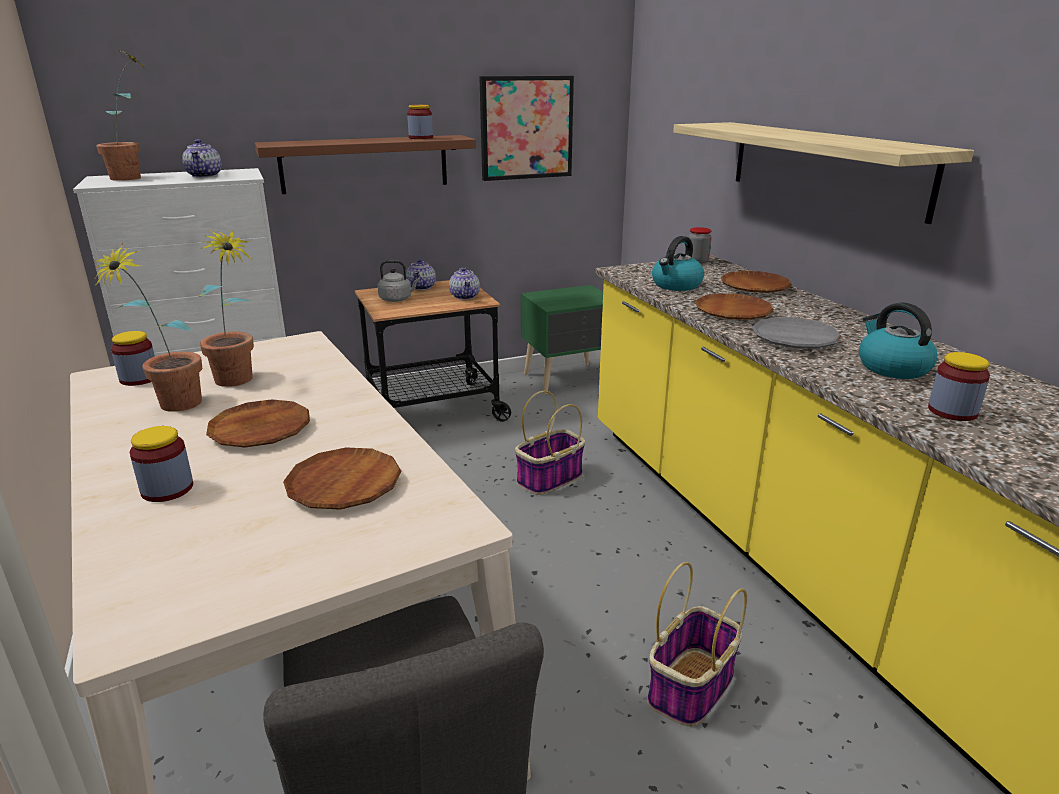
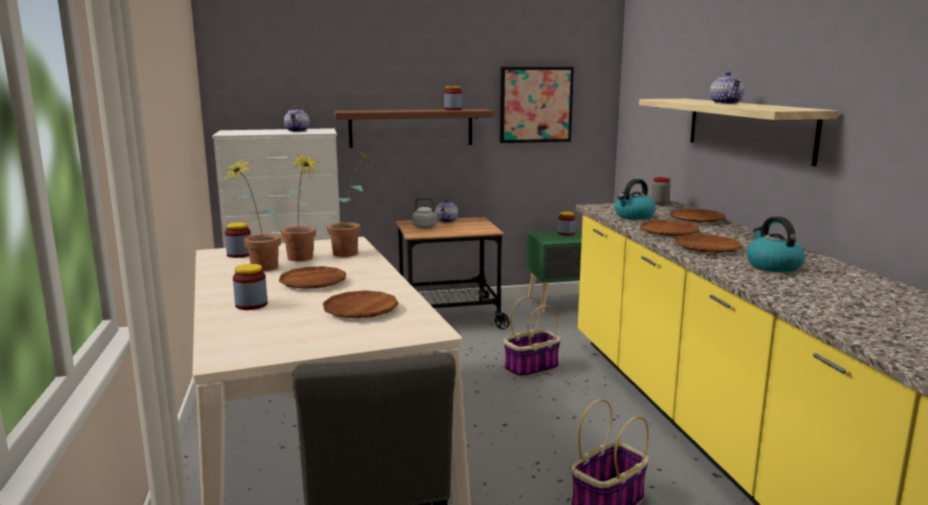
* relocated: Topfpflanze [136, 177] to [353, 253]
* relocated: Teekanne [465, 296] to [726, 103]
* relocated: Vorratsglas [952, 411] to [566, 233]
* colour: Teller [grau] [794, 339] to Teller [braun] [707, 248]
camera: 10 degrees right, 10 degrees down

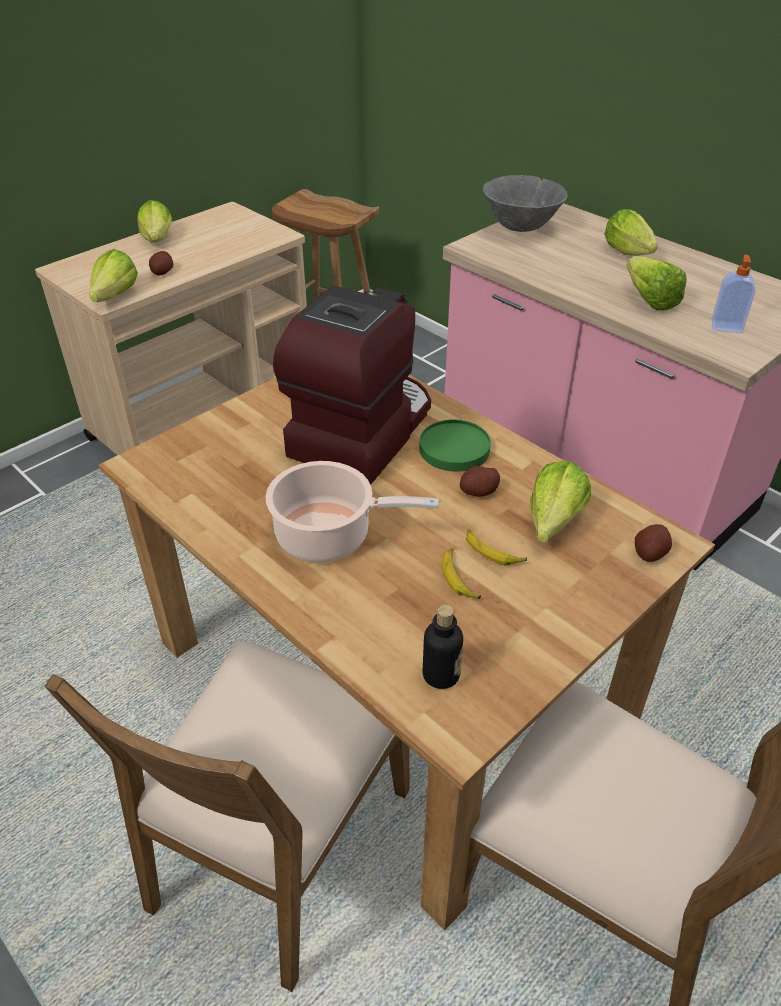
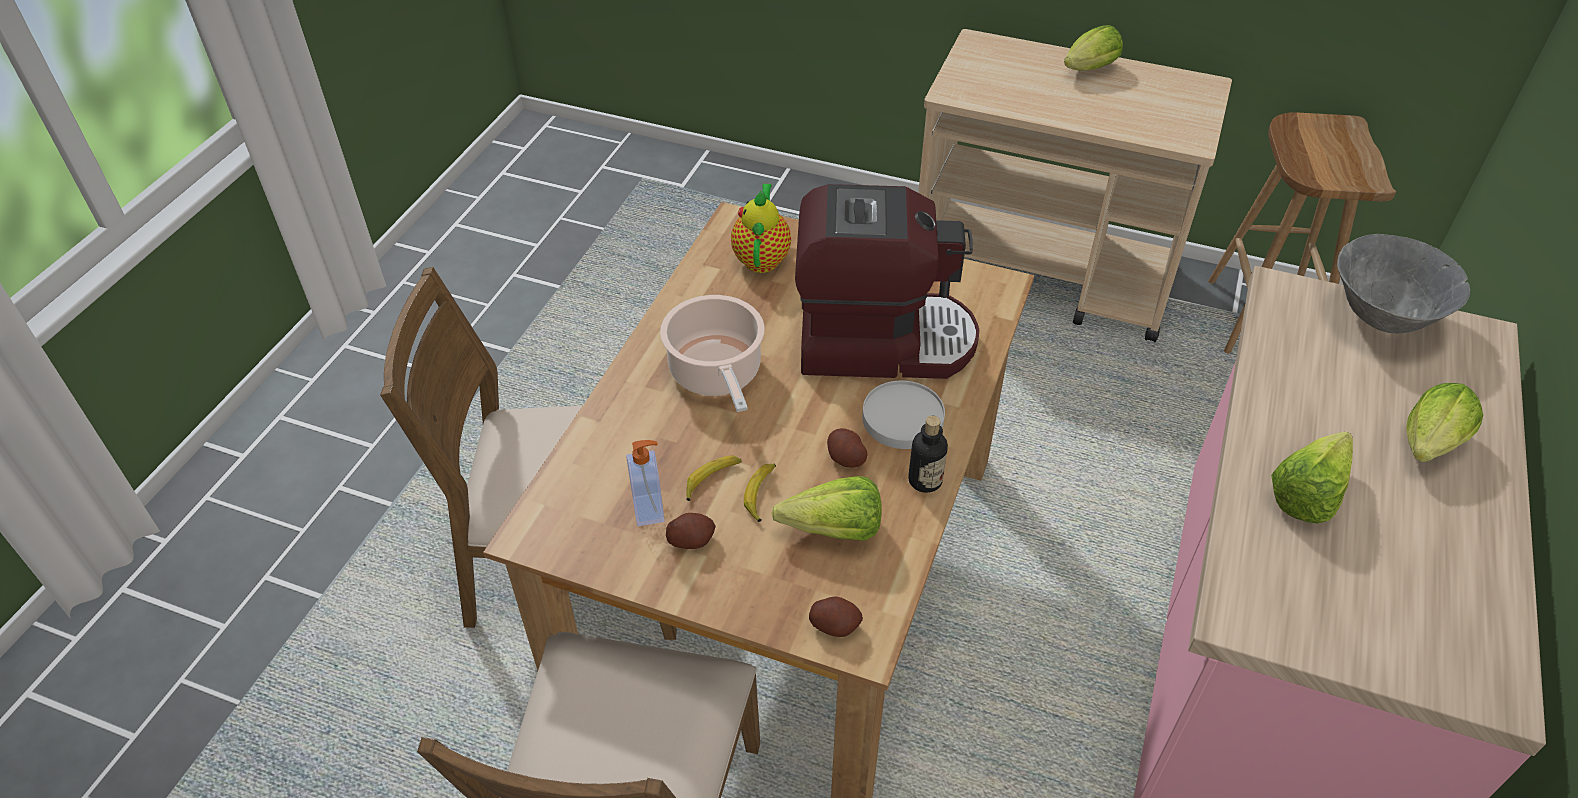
* missing: Salatkopf [111, 299]
* appeared: Teekanne [762, 257]
* relocated: Kartoffel [162, 272] to [691, 540]
* relocated: Flasche [441, 675] to [925, 480]
* relocated: Seifenspender [726, 326] to [650, 509]
* colour: Teller [grün] [454, 449] to Teller [weiß] [903, 418]
camera: 65 degrees right, 5 degrees up

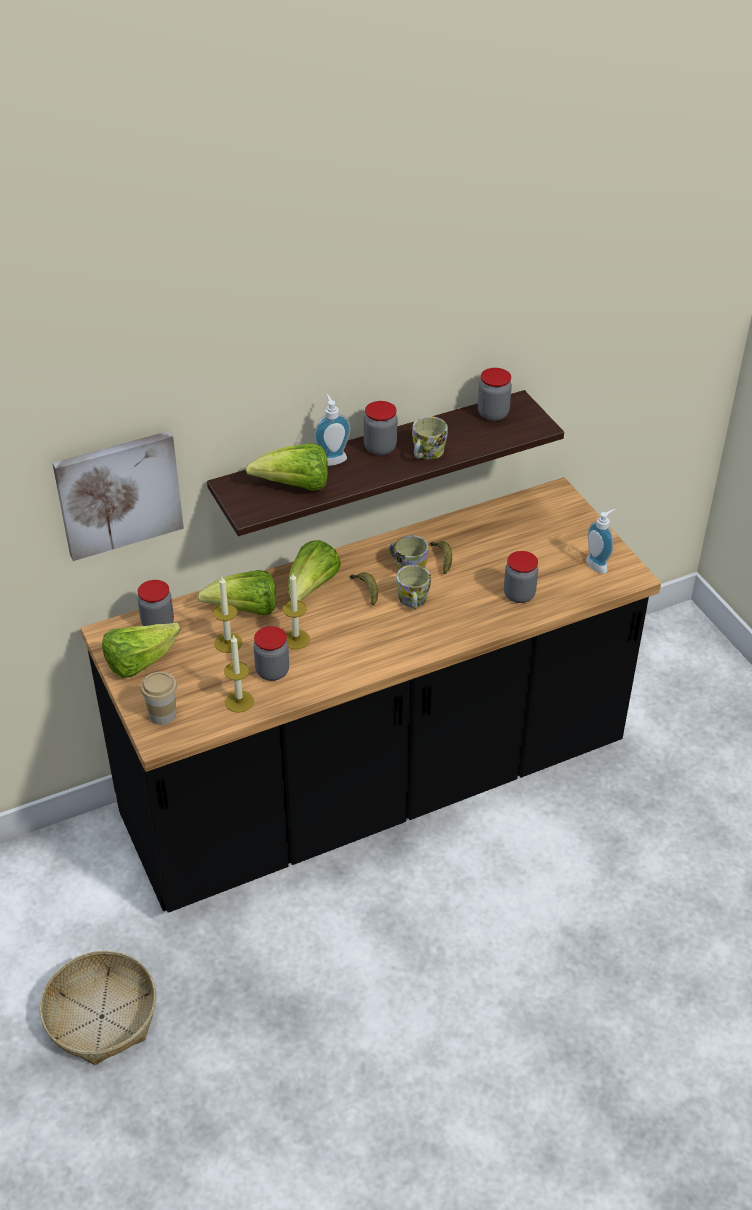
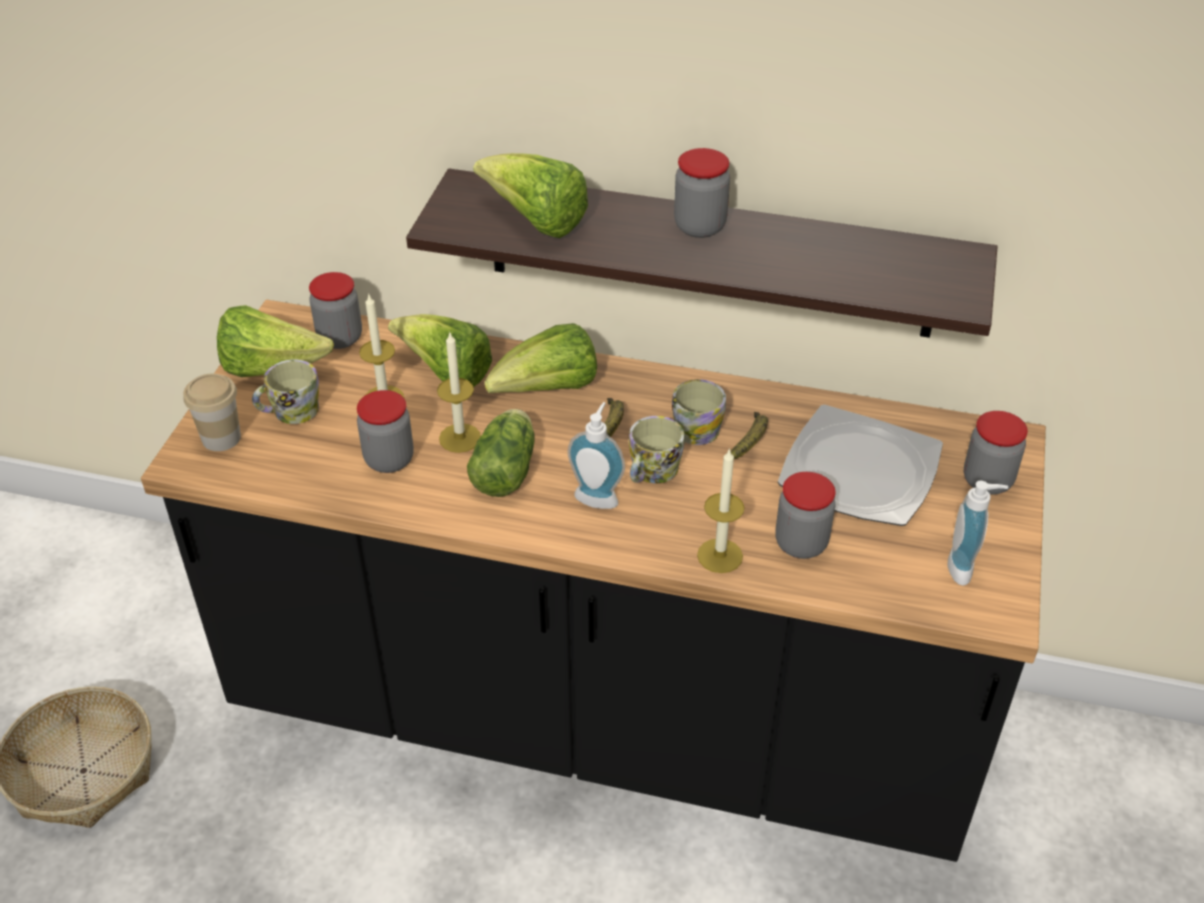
* missing: Bild [118, 493]
* appeared: Salatkopf [506, 468]
* appeared: Teller [861, 471]
* relocated: Kerze [239, 701] to [720, 555]
* relocated: Seifenspender [331, 458] to [598, 496]
* relocated: Henkelbecher [426, 453] to [289, 412]
* relocated: Vorratsglas [493, 414] to [987, 481]
camera: 40 degrees right, 0 degrees up

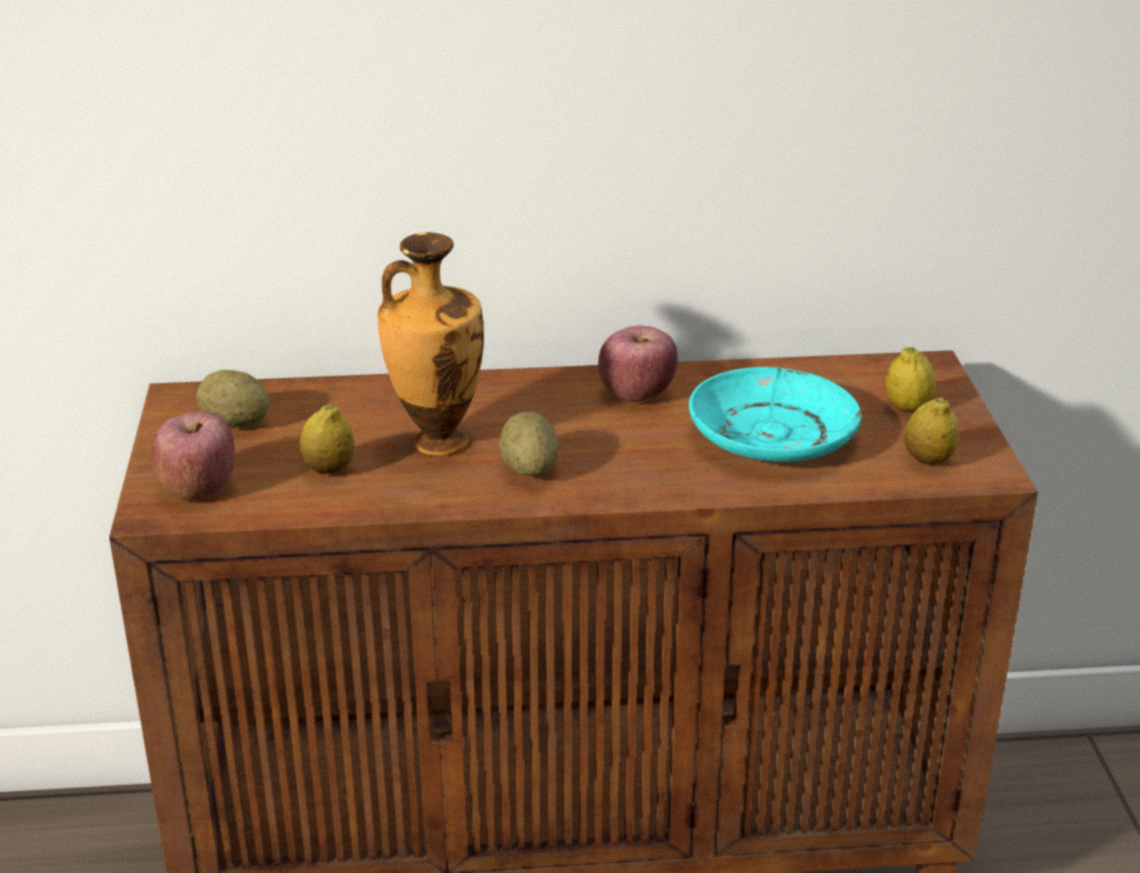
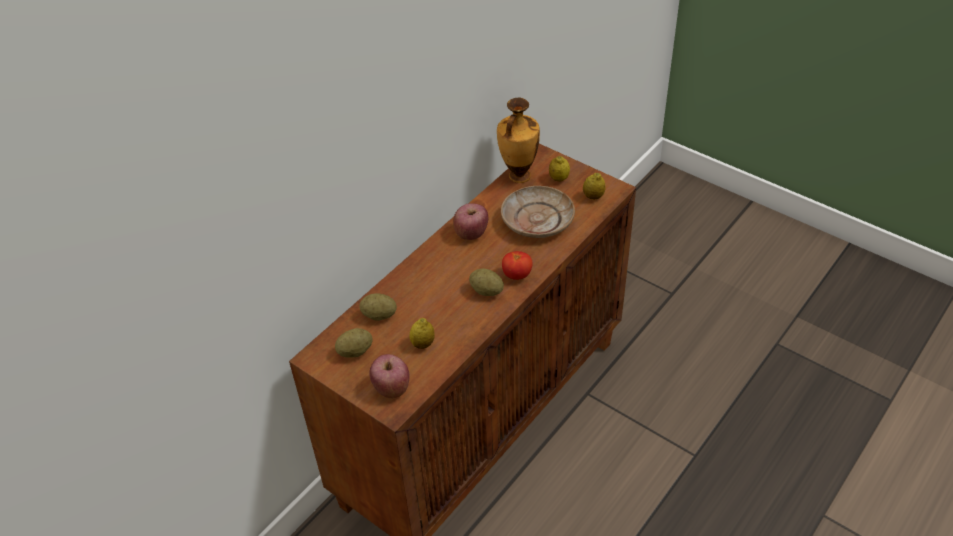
* appeared: Kartoffel [379, 315]
* appeared: Tomate [517, 275]
* relocated: Vase [436, 441] to [518, 176]
* colour: Teller [türkis] [771, 435] to Teller [beige] [537, 220]
camera: 45 degrees left, 15 degrees up

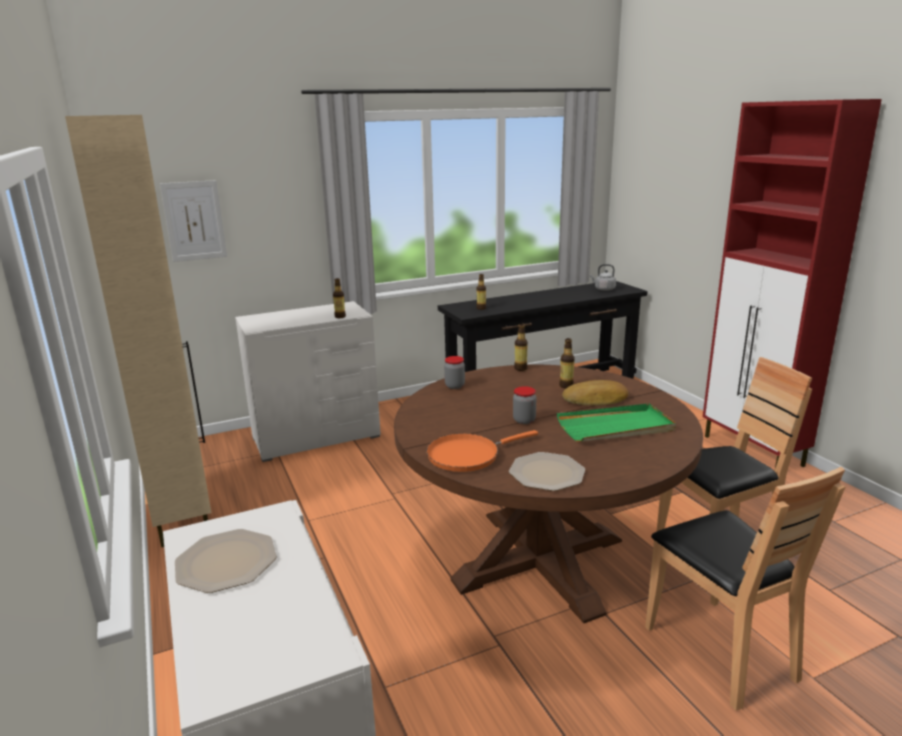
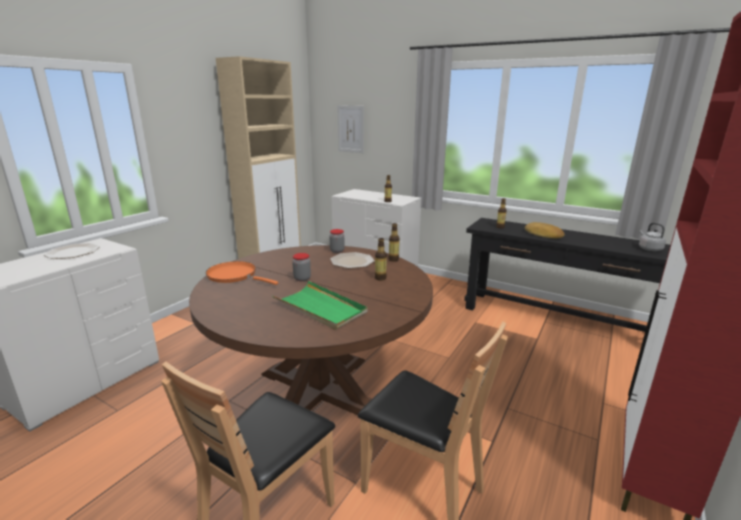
* relocated: Teller [547, 473] to [352, 261]
* relocated: Brot [596, 399] to [543, 234]
camera: 55 degrees right, 0 degrees up

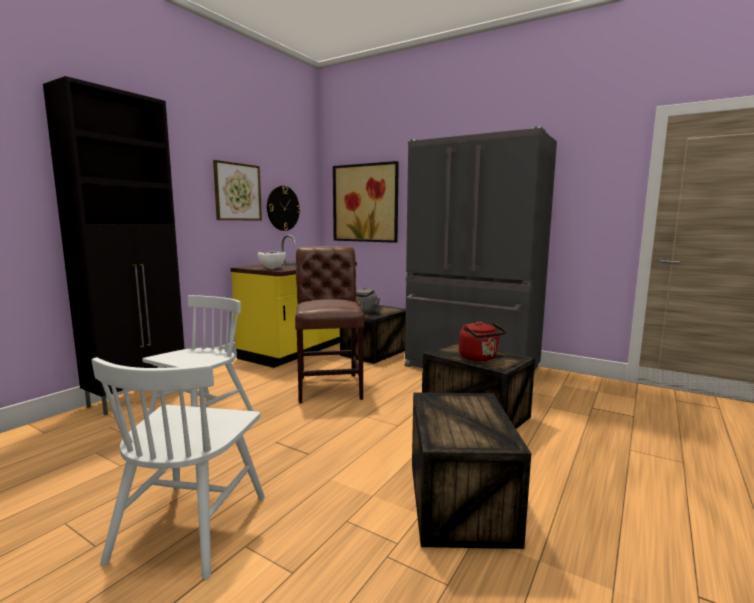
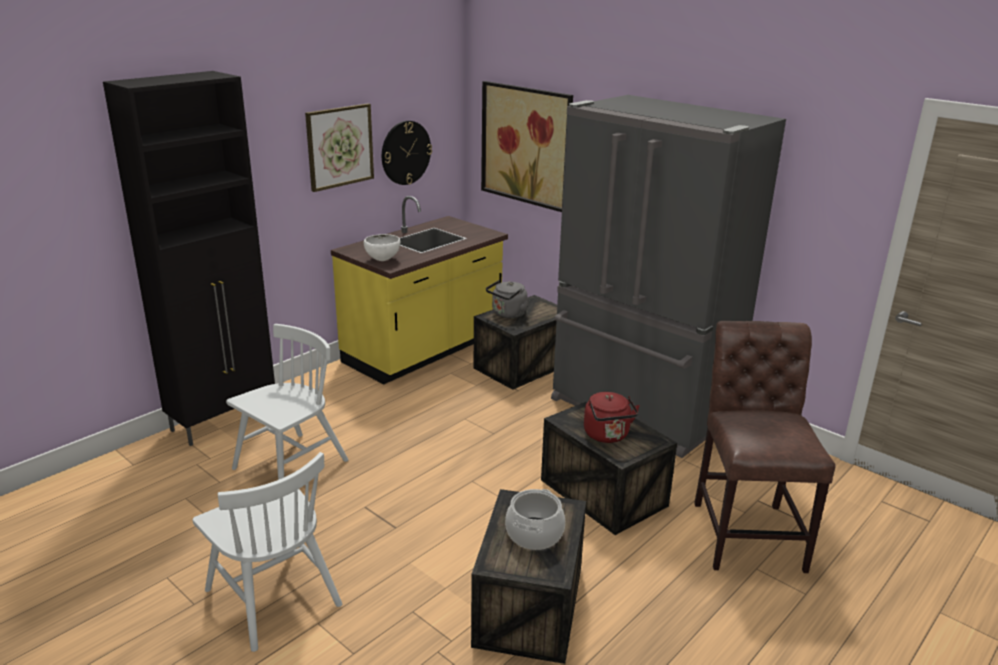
* appeared: Kochtopf [535, 534]
* relocated: Stuhl [braun] [329, 385] to [746, 531]
* spun: Stuhl [weiß] [191, 526] = [273, 597] 60 degrees counterclockwise
camera: 10 degrees right, 15 degrees up

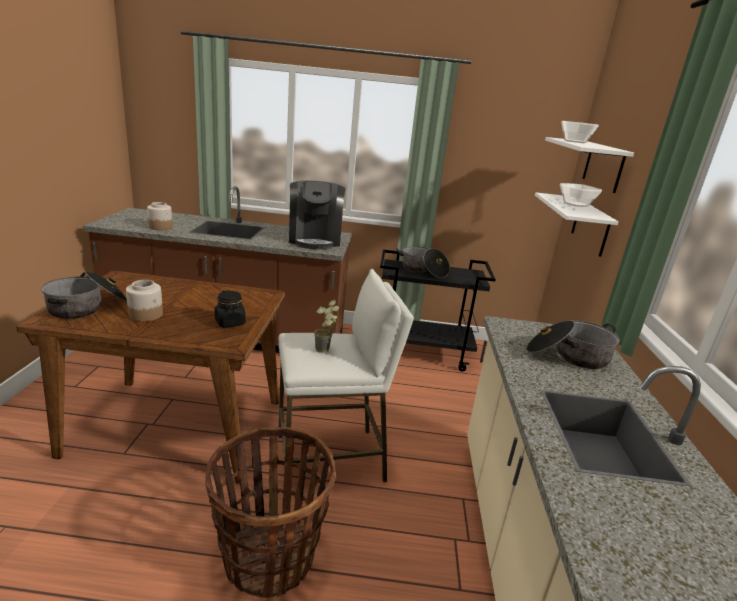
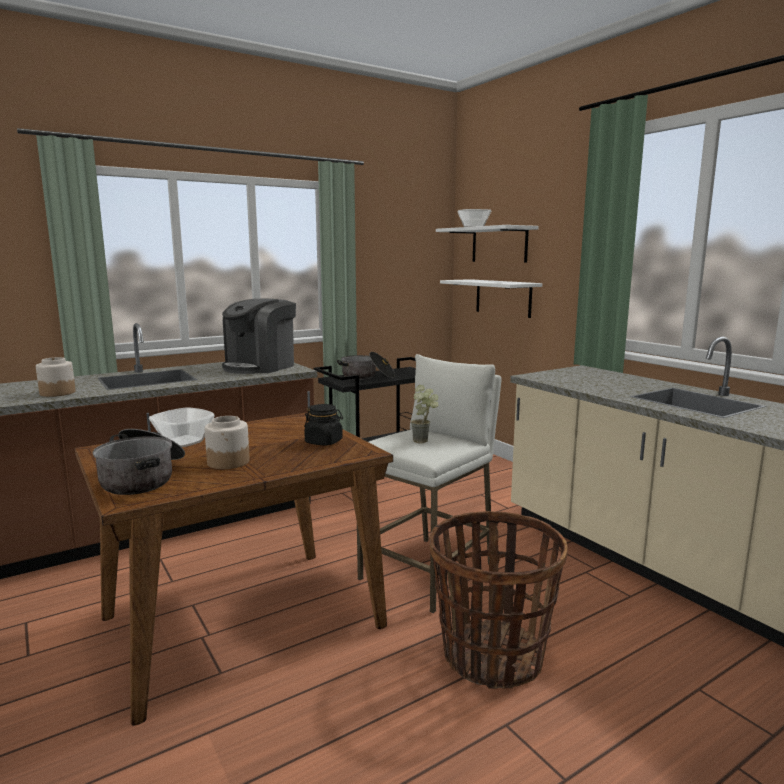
* missing: Kochtopf [568, 356]
* relocated: Schüssel [576, 204] to [184, 441]
* spun: Kaffeemaschine [315, 240] = [260, 366] 75 degrees clockwise
camera: 35 degrees left, 10 degrees down

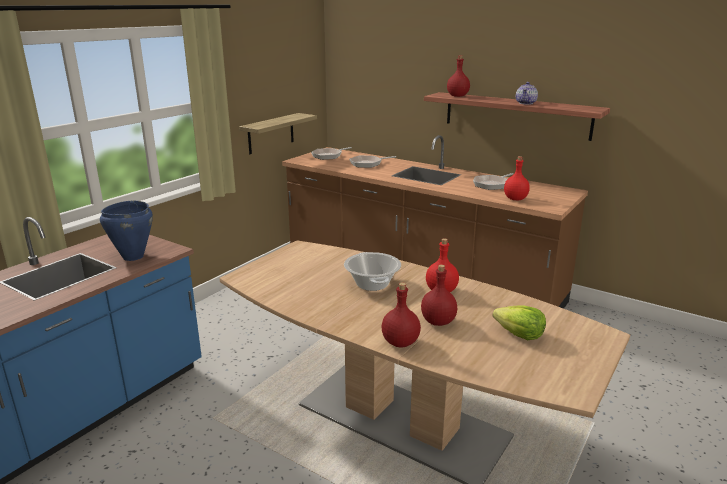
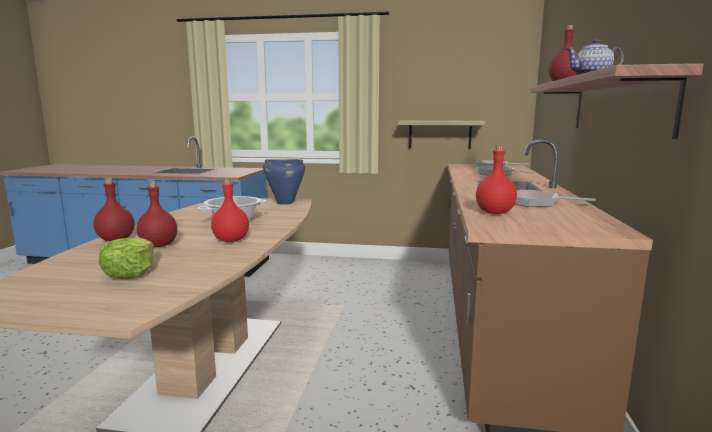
* relocated: Kochtopf [blau] [132, 257] to [285, 203]
camera: 65 degrees right, 10 degrees down

